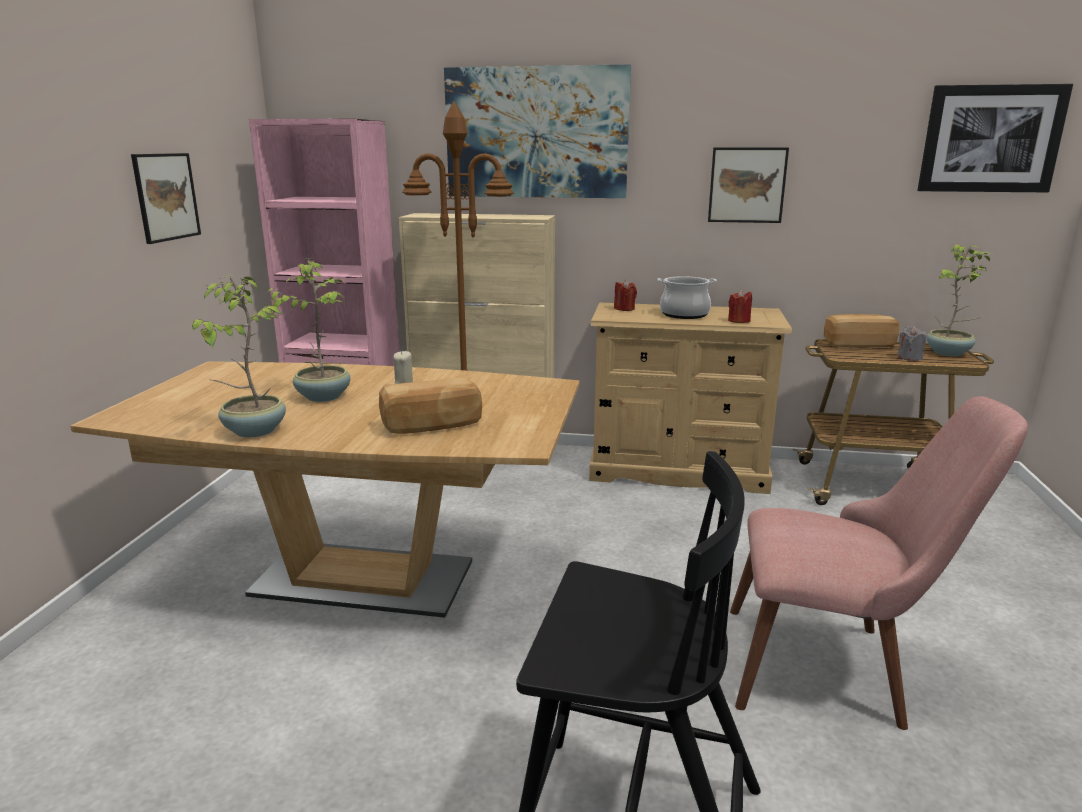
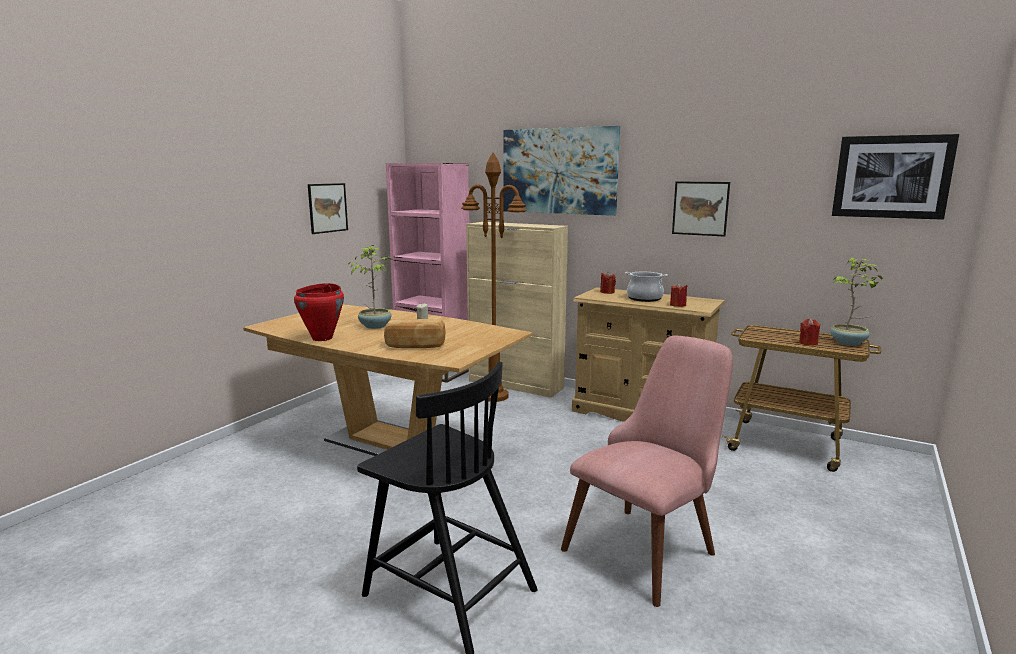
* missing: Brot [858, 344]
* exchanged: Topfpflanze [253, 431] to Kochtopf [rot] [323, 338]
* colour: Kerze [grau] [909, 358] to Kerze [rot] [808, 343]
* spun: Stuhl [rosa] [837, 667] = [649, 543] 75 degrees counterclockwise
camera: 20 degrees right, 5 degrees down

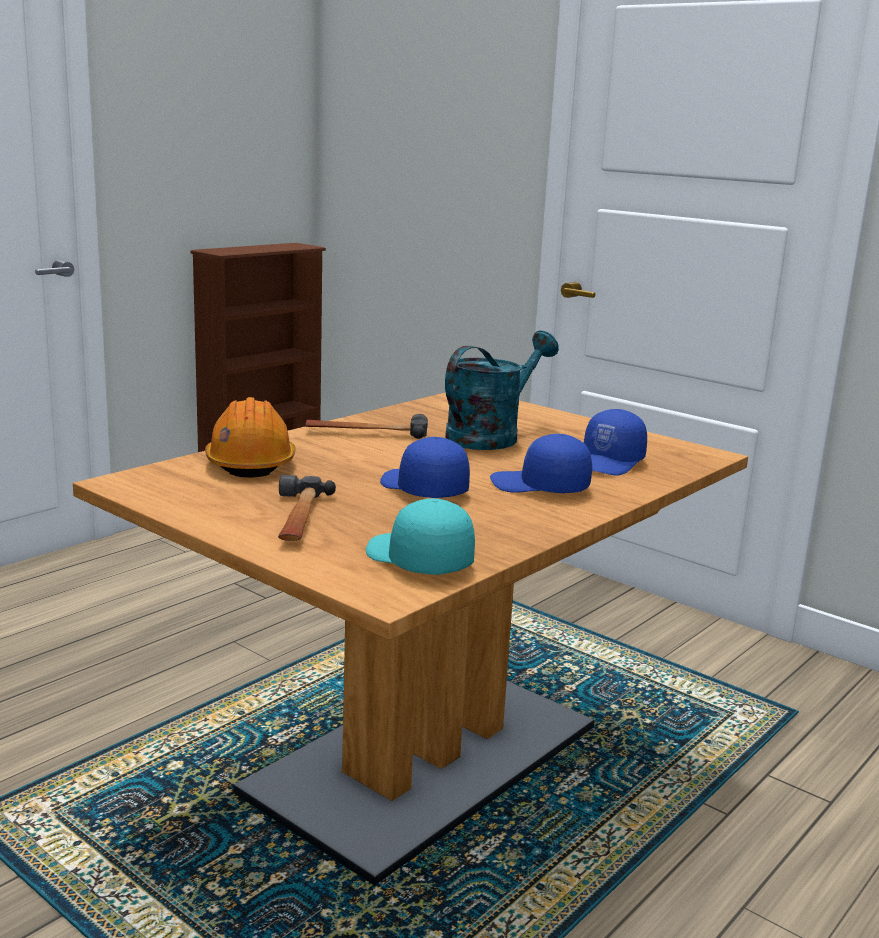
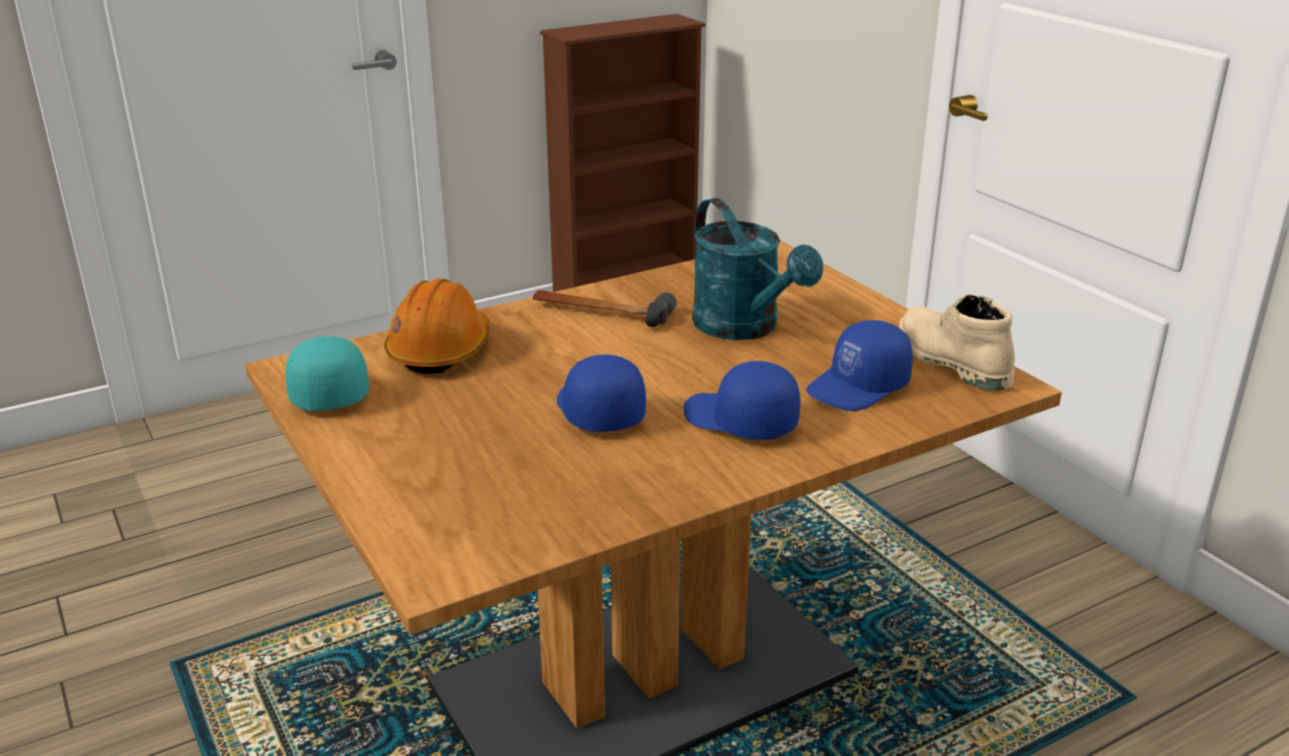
* missing: Hammer [298, 518]
* appeared: Stiefel [beige] [950, 361]
* relocated: Kappe [türkis] [417, 560] to [325, 391]
* spun: Gießkanne [türkis] [490, 436] = [745, 328] 90 degrees clockwise
camera: 20 degrees right, 10 degrees up

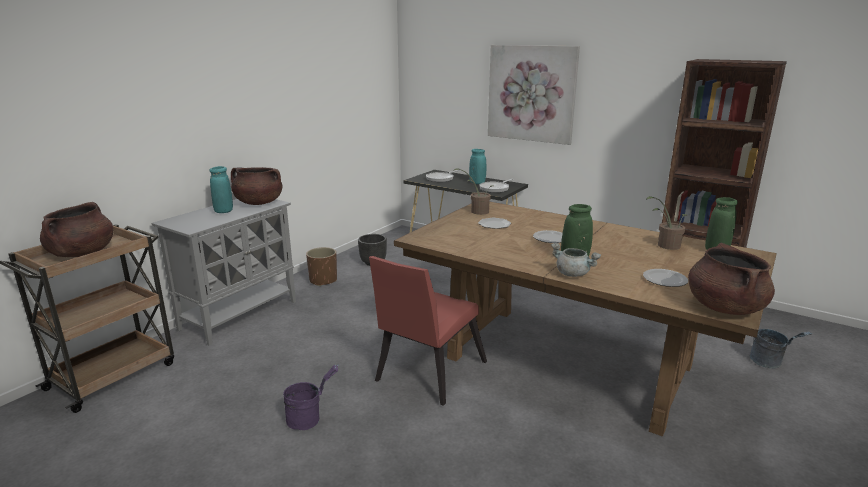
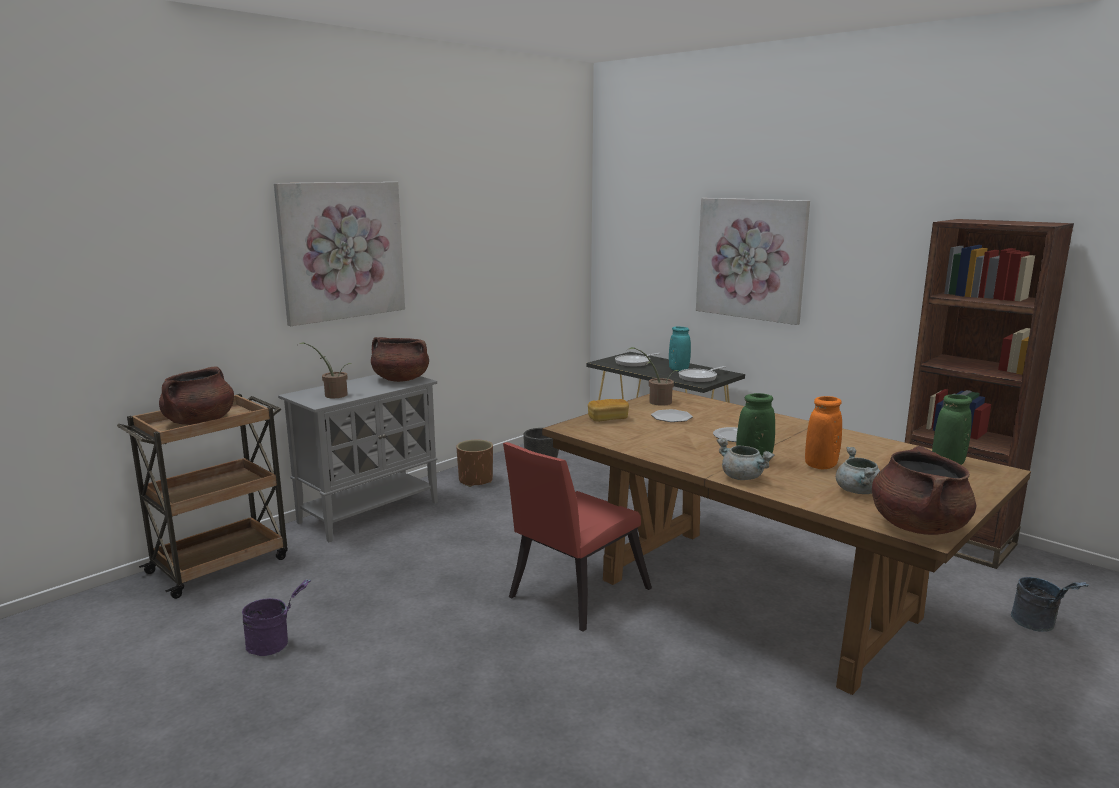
* missing: Vase [türkis] [223, 211]
* appeared: Bild [342, 251]
* appeared: Brot [608, 419]
* appeared: Vase [orange] [820, 466]
* relocated: Eimer [lila] [310, 419] to [275, 644]
* relocated: Topfpflanze [665, 245] to [332, 395]
* exchanged: Teller [665, 280] to Kochtopf [grau] [858, 491]
camera: 10 degrees right, 5 degrees down

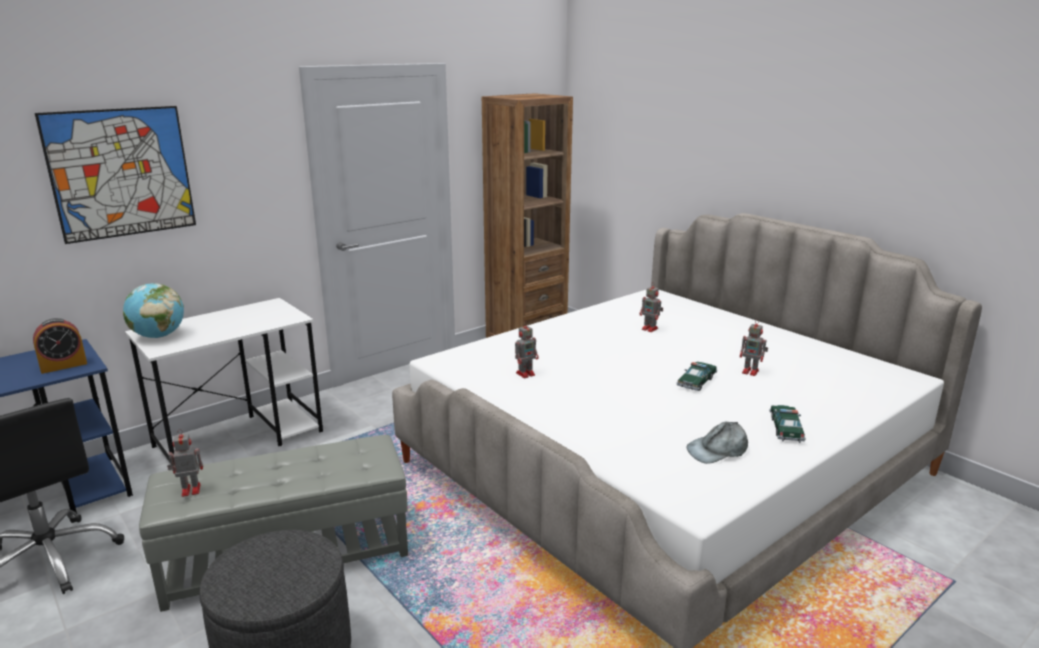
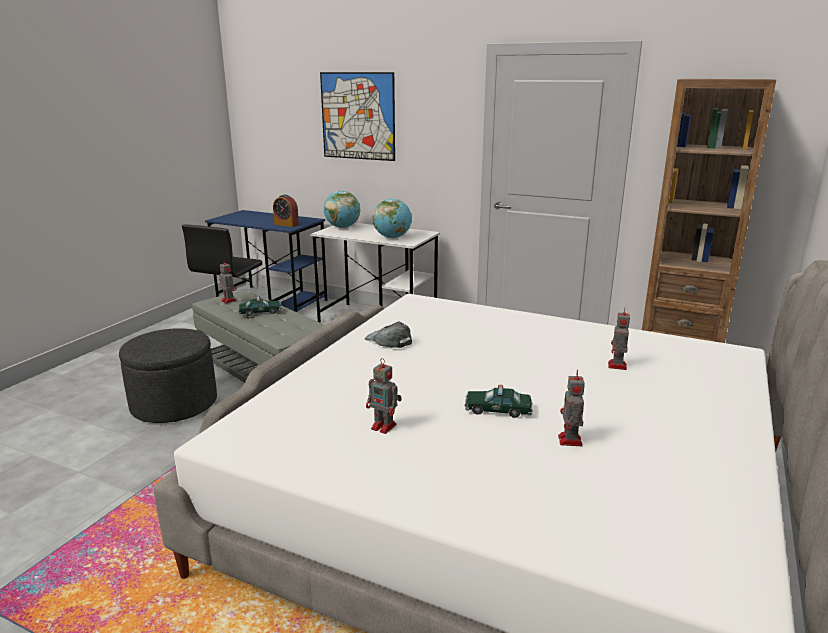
* appeared: Globus [392, 237]
* relocated: Spielzeugroboter [526, 373] to [385, 427]
* relocated: Kappe [grau] [718, 450] to [388, 341]
* relocated: Spielzeugauto [786, 429] to [260, 312]
camera: 65 degrees right, 0 degrees up

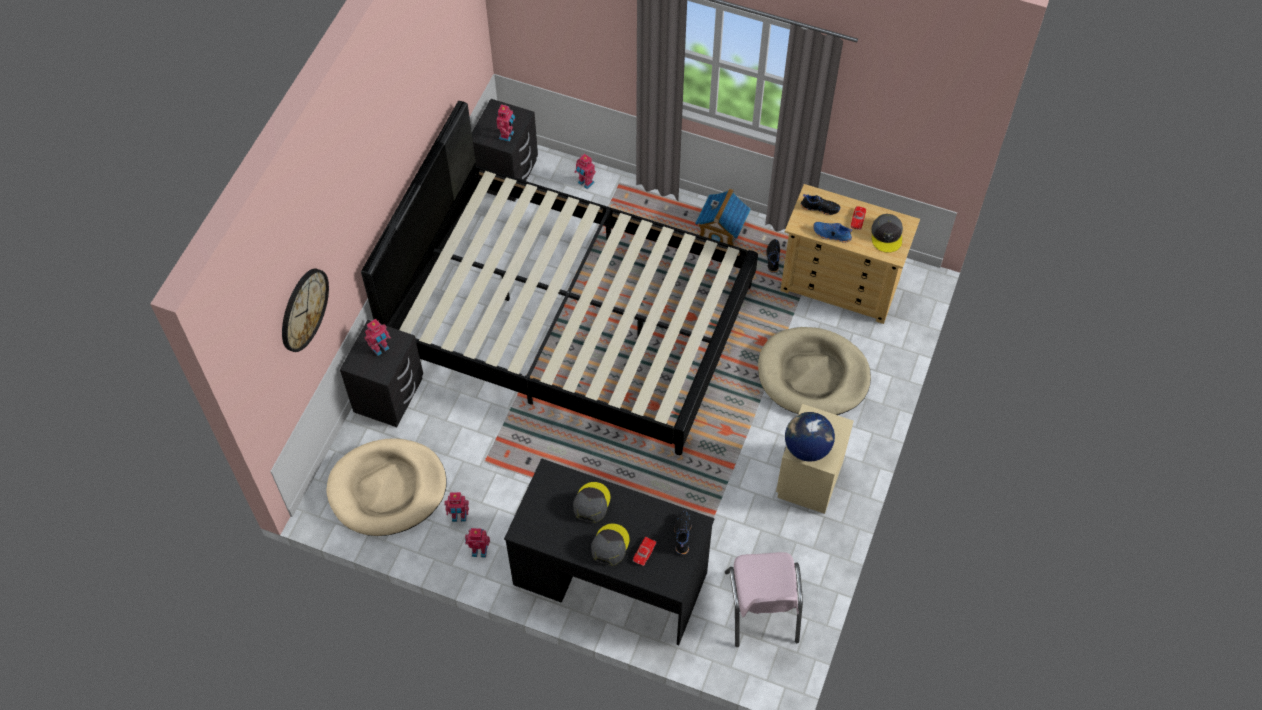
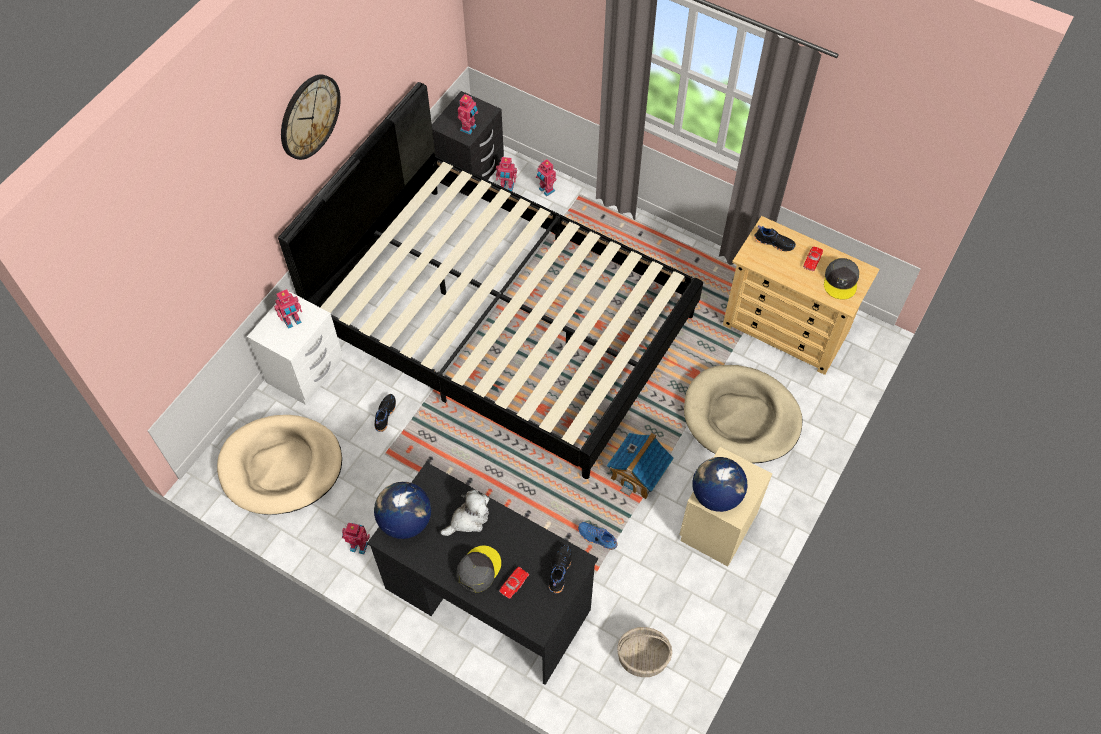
* appeared: Globus [405, 521]
* relocated: Wanduhr [303, 309] to [309, 116]
* relocated: Spielzeugroboter [459, 517] to [507, 187]
* relocated: Spielzeughaus [722, 229] to [638, 473]
* relocated: Schuh [schwarz] [772, 258] to [384, 414]
* relocated: Schuh [blau] [831, 235] to [596, 538]
* exchanged: Kappe [grau] [591, 503] to Plüschtier [468, 519]
* exchanged: Stuhl [rosa] [762, 607] to Korb [642, 658]
* colour: Nachttisch [schwarz] [388, 395] to Nachttisch [weiß] [305, 371]
camera: 10 degrees right, 0 degrees up

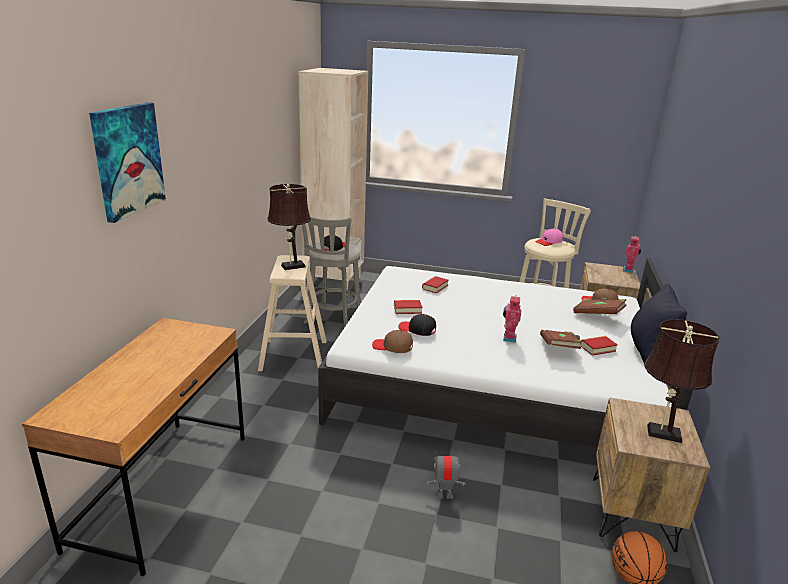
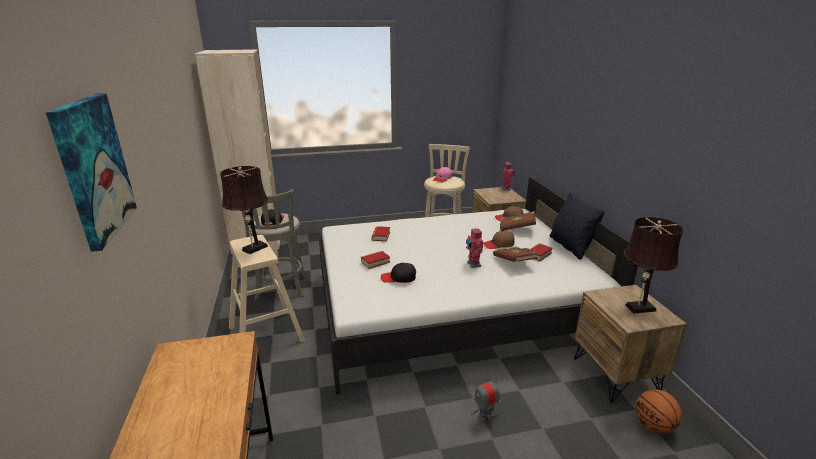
* relocated: Kappe [braun] [392, 347] to [499, 244]
camera: 25 degrees left, 0 degrees up

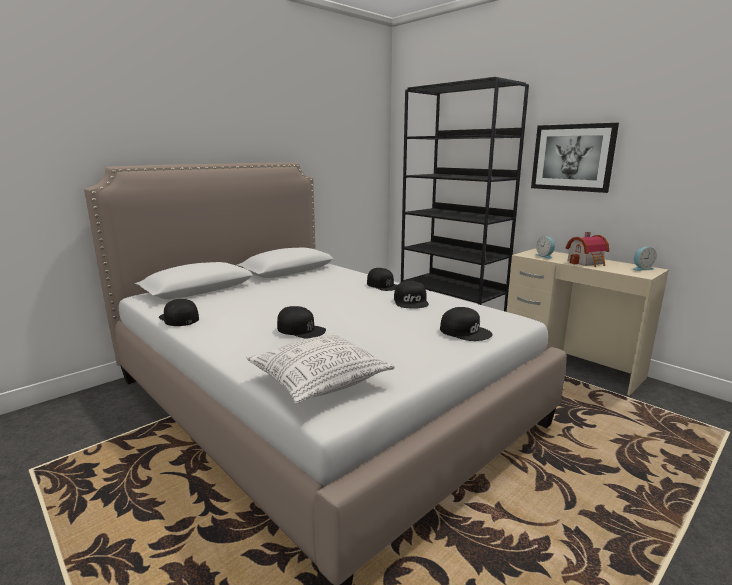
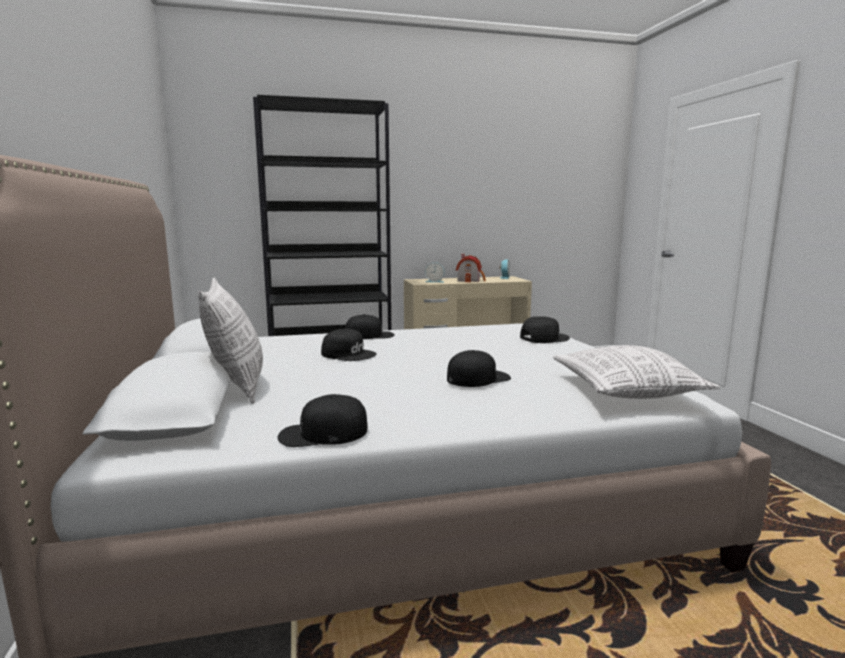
* missing: Bild [572, 157]
* appeared: Kissen [237, 386]
* relocated: Kappe [schwarz] [411, 301] to [349, 354]
camera: 60 degrees left, 5 degrees down

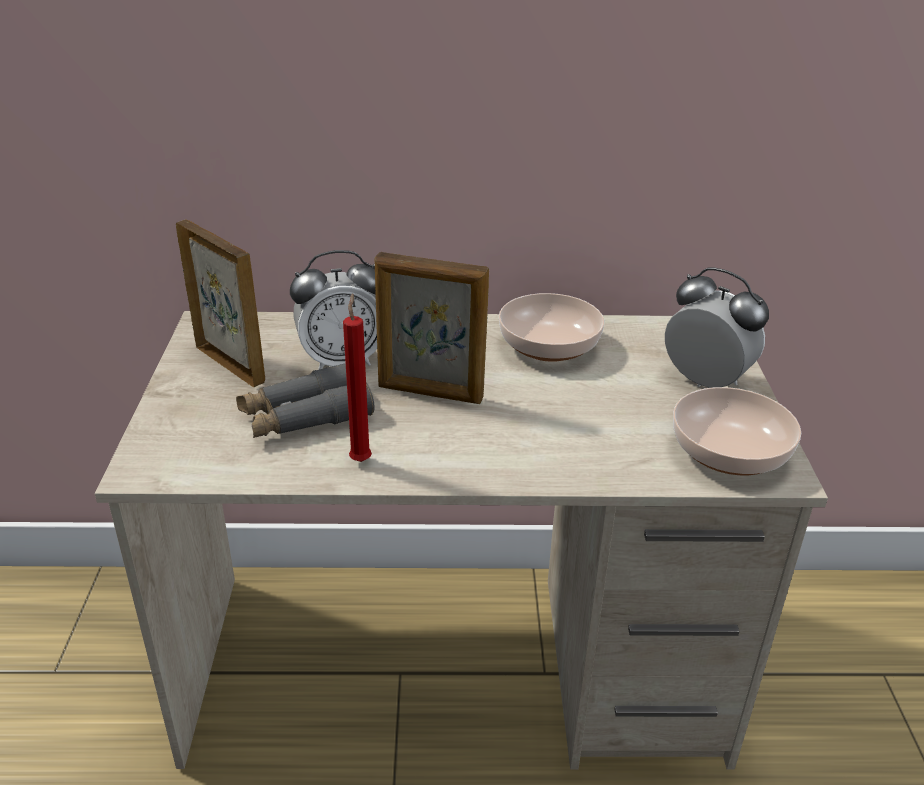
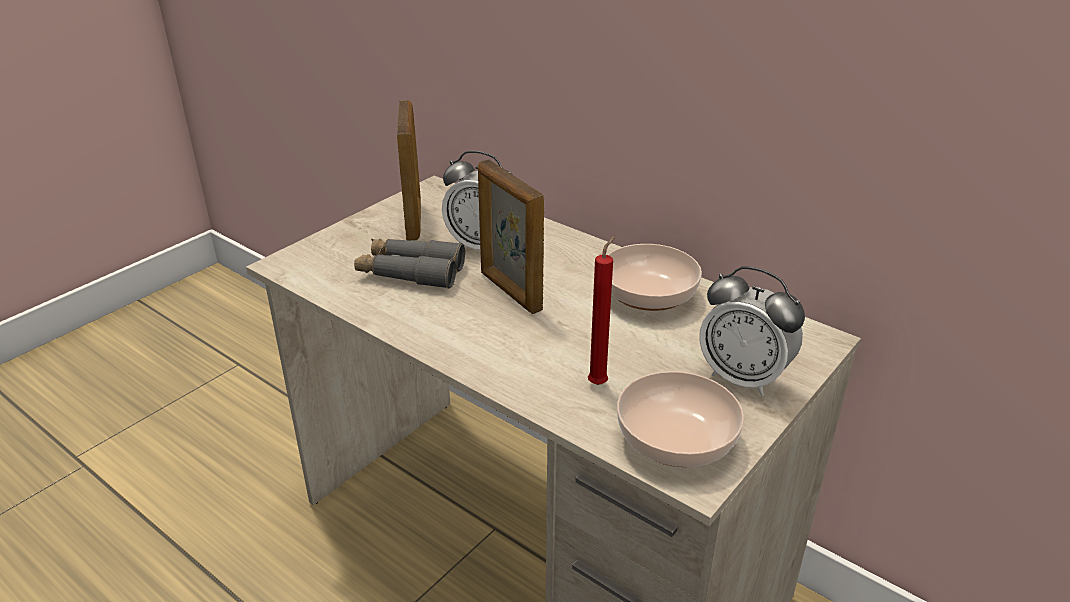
* relocated: Kerze [rot] [361, 459] to [599, 383]
* spun: Wecker [705, 381] = [743, 377] 135 degrees clockwise
camera: 40 degrees right, 0 degrees up

